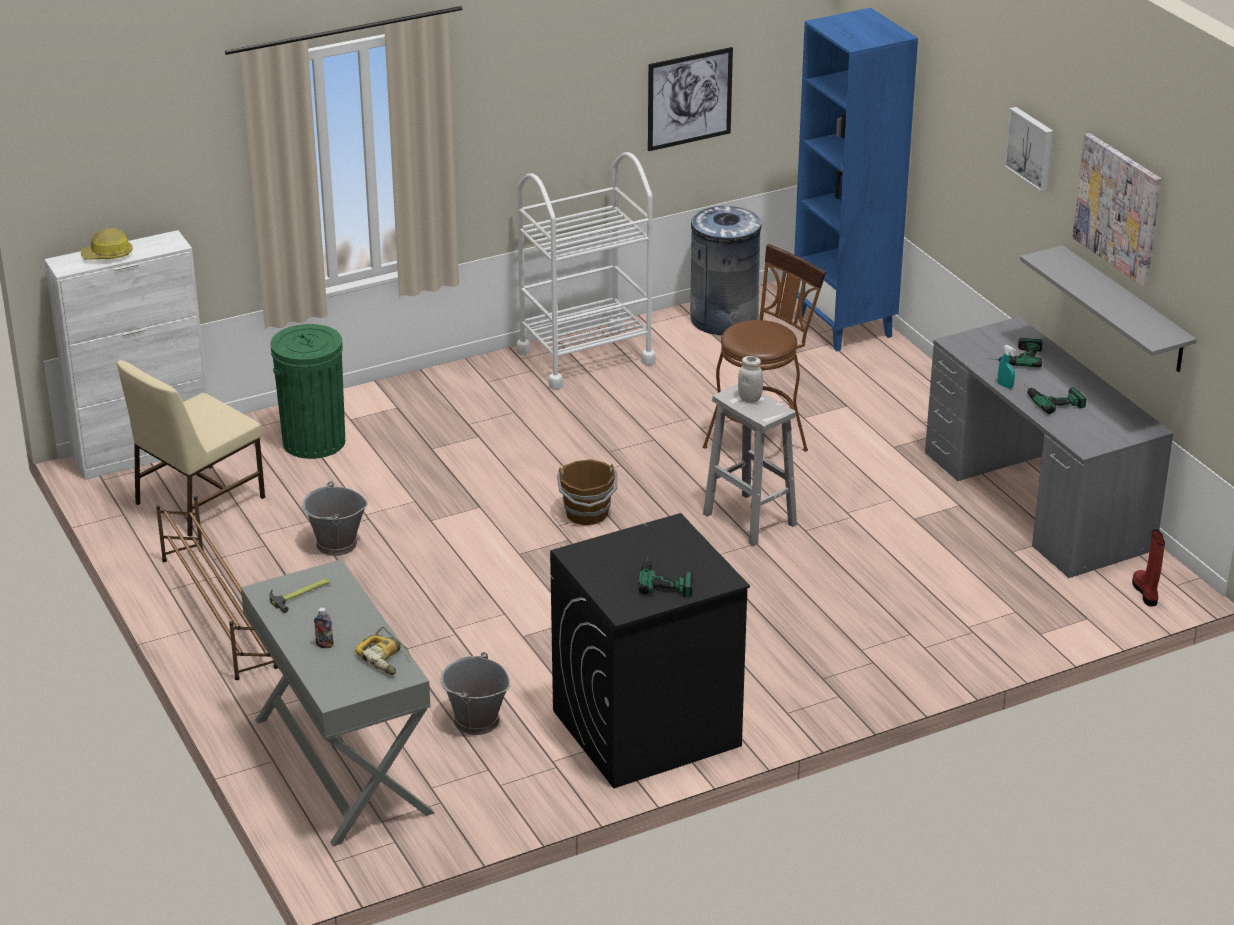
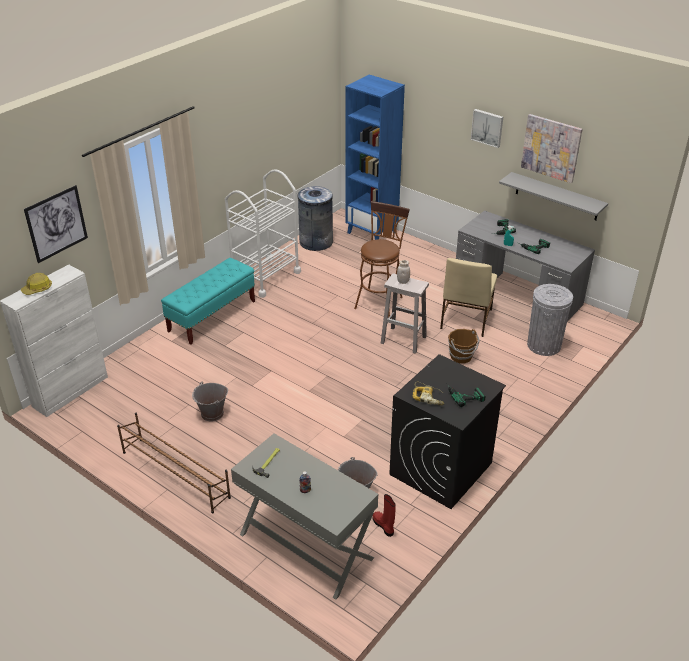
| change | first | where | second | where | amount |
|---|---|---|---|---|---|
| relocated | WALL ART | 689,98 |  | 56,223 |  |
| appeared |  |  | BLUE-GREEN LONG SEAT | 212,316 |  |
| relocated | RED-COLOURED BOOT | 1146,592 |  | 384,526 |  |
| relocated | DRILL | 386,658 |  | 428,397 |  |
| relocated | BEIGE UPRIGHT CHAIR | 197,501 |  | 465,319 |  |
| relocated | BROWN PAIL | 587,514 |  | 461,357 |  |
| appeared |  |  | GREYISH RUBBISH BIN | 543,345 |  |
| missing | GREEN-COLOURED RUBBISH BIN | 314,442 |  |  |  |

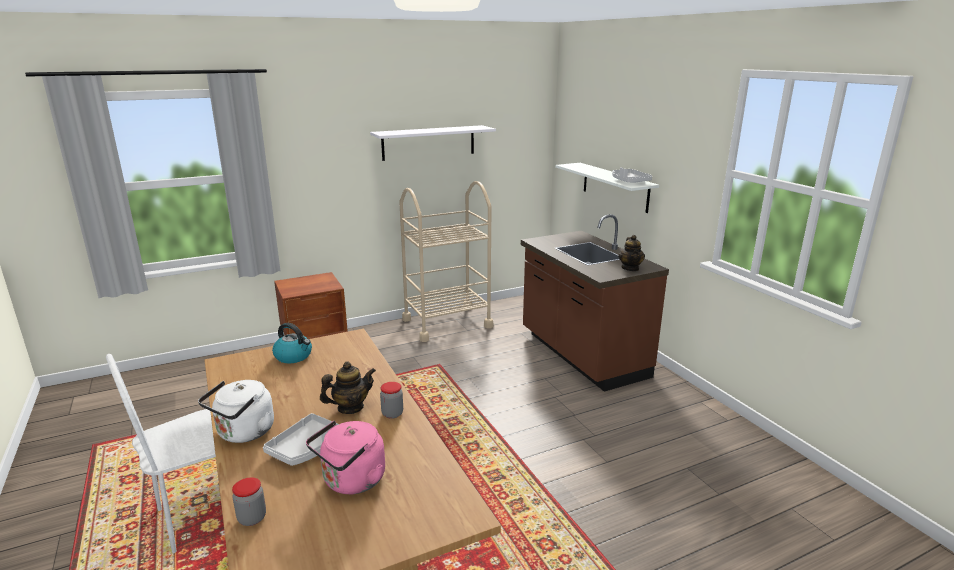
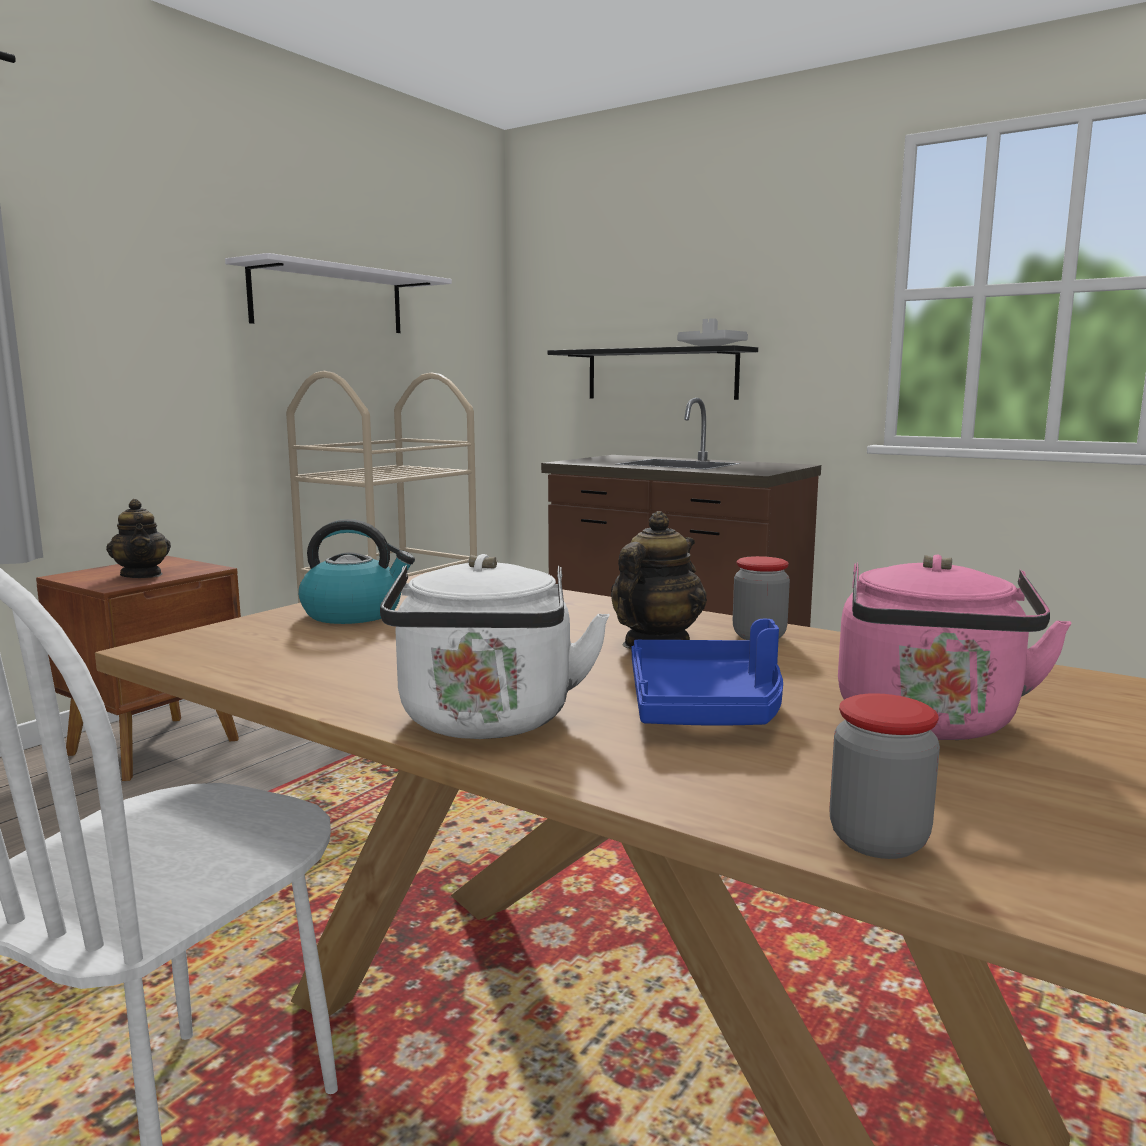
| change | first | where | second | where | amount |
|---|---|---|---|---|---|
| relocated | TEAPOT | 630,268 |  | 142,575 |  |
| colour | WHITE-COLOURED WALL SHELF | 615,187 | BLACKISH WALL SHELF | 661,374 |  |
| colour | GREYISH SERVING TRAY | 307,448 | BLUE-COLOURED SERVING TRAY | 706,707 |  |

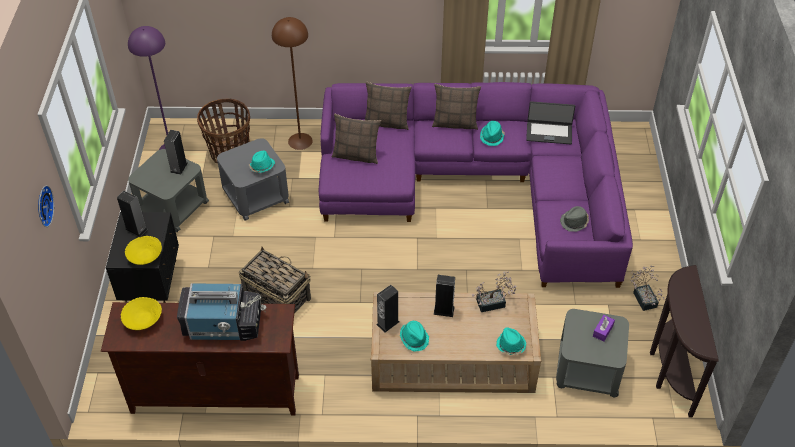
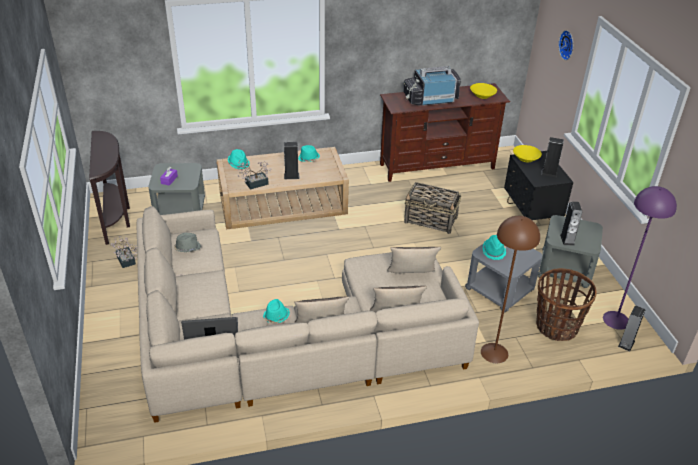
| change | first | where | second | where | amount |
|---|---|---|---|---|---|
| colour | PURPLE-COLOURED SOFA | 479,184 | BEIGE SOFA | 285,337 |  |
| relocated | SPEAKER | 388,323 |  | 626,343 |  |

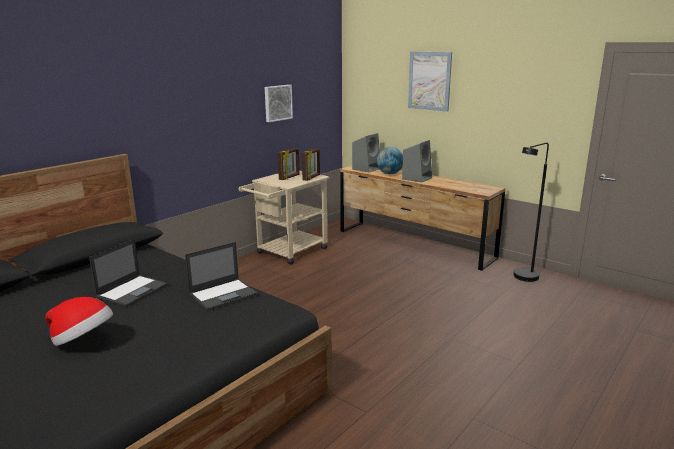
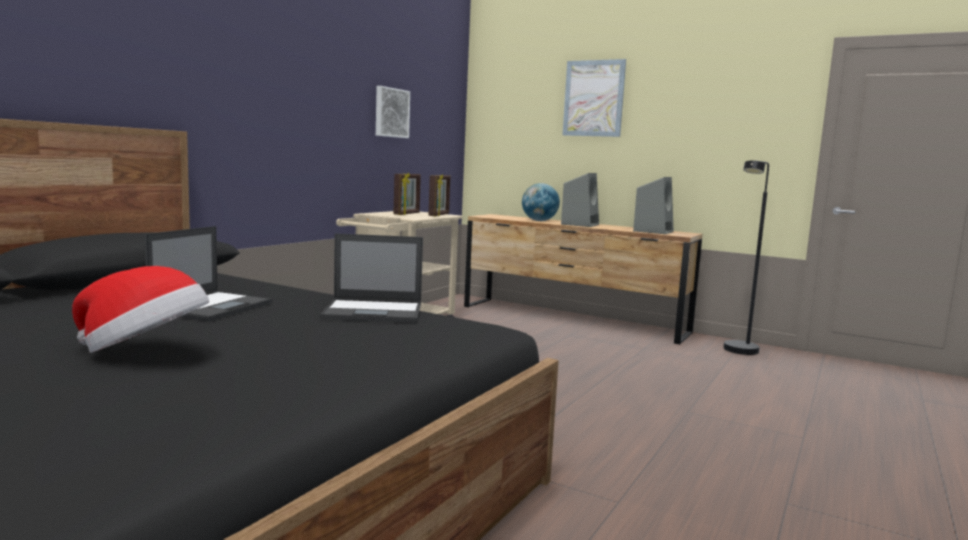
| change | first | where | second | where | amount |
|---|---|---|---|---|---|
| spun | PORTABLE COMPUTER | 224,294 |  | 374,312 | 45 degrees clockwise |
| relocated | GREYISH SPEAKER | 366,168 |  | 653,231 |  |

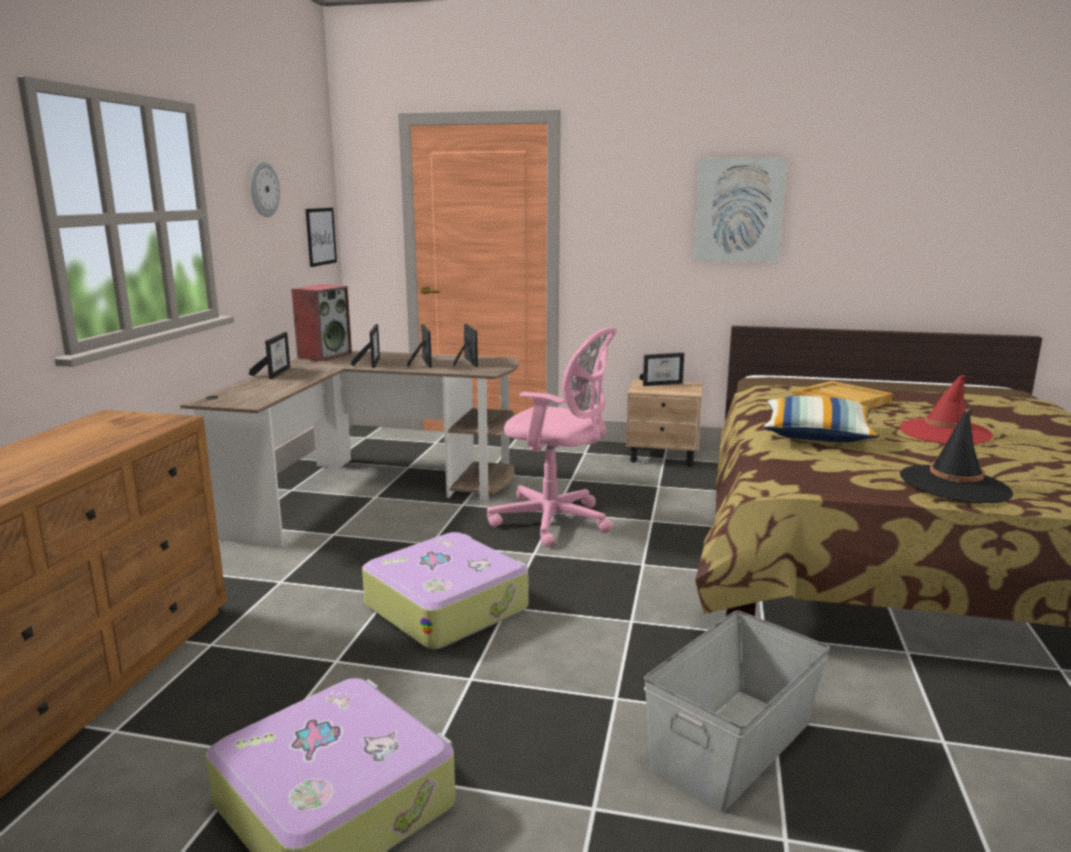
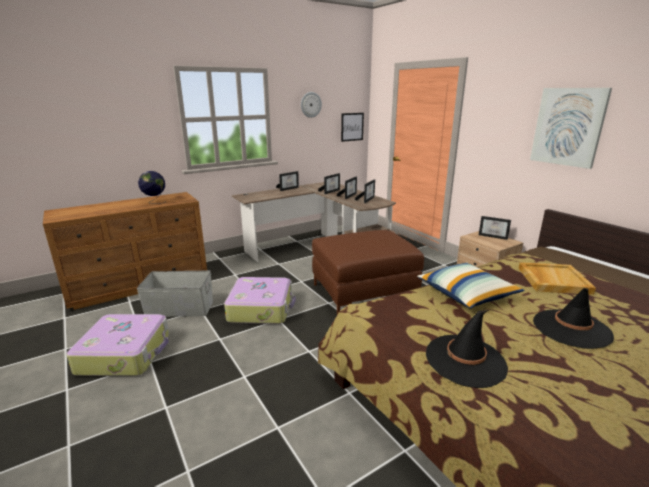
| change | first | where | second | where | amount |
|---|---|---|---|---|---|
| relocated | GREYISH STORAGE BIN | 731,745 |  | 179,308 |  |
| appeared |  |  | WORLD GLOBE | 155,202 |  |
| exchanged | PINKISH COMPUTER CHAIR | 555,522 | BROWN POUFFE | 364,293 |  |
| colour | RED-COLOURED CLOTHING HAT | 944,432 | BLACKISH CLOTHING HAT | 571,329 |  |
| missing | SPEAKER | 325,355 |  |  |  |

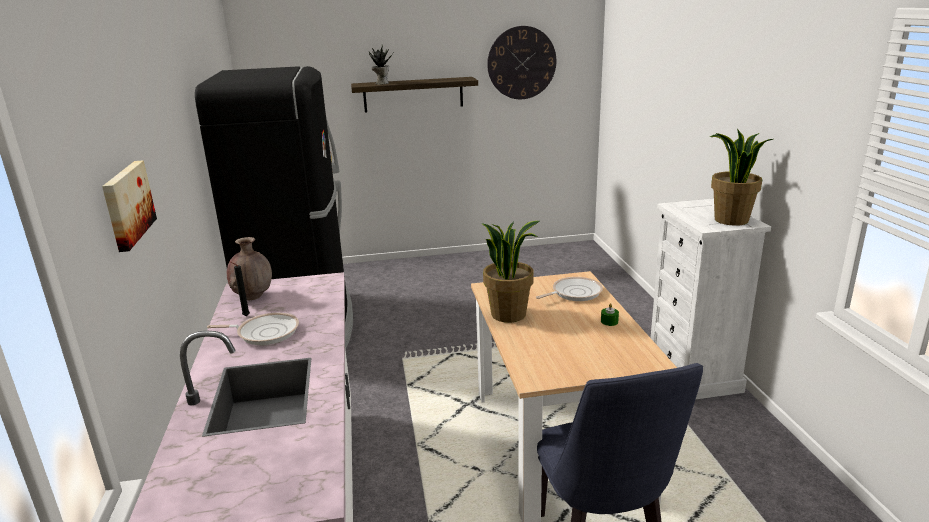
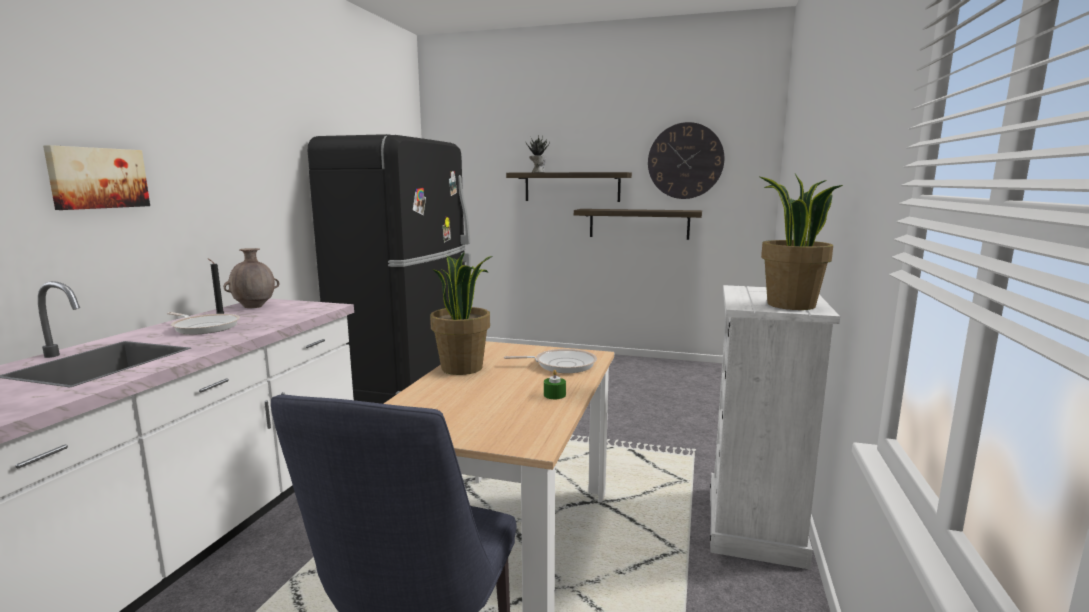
| change | first | where | second | where | amount |
|---|---|---|---|---|---|
| appeared |  |  | WALL SHELF | 638,223 |  |

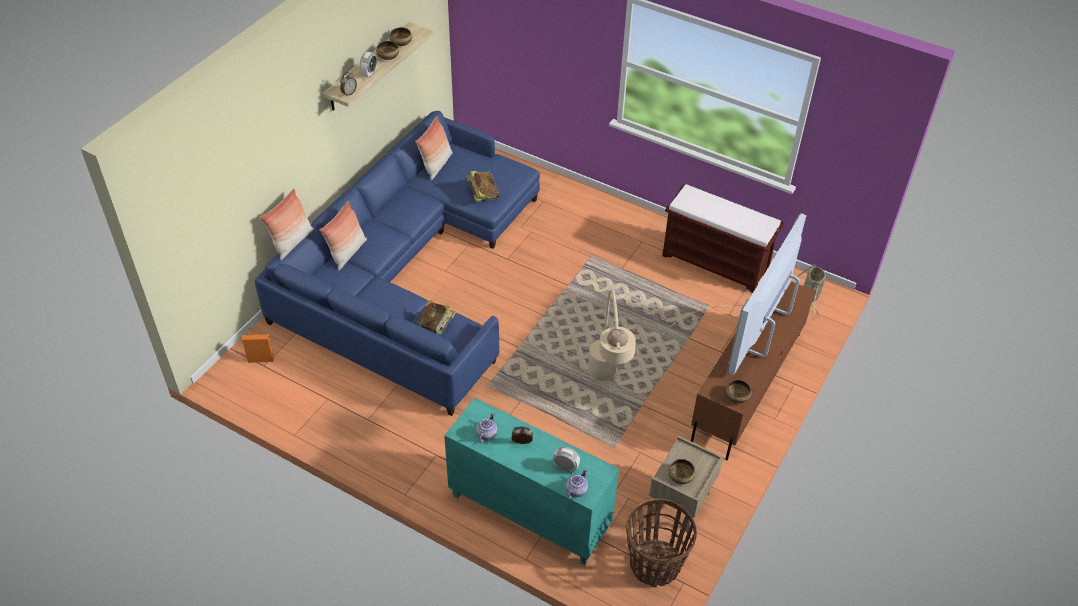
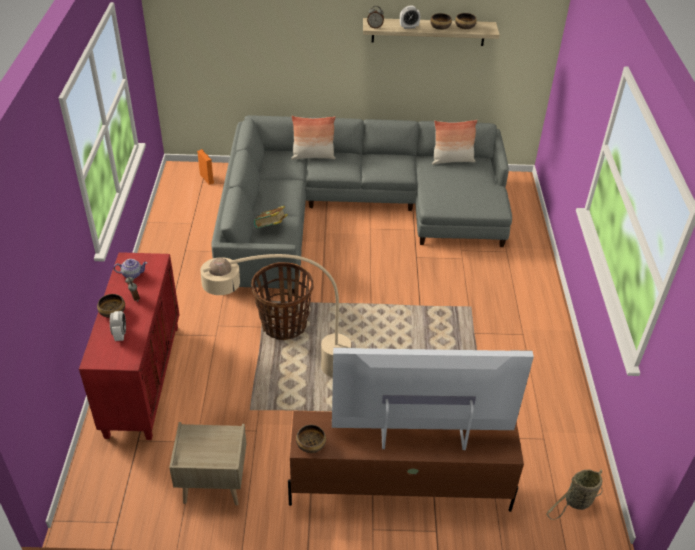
| change | first | where | second | where | amount |
|---|---|---|---|---|---|
| colour | BLUE-GREEN CABINET | 528,513 | RED-COLOURED CABINET | 142,378 |  |
| relocated | BOWL | 681,476 |  | 112,312 |  |
| colour | BLUE-COLOURED SOFA | 409,272 | GREYISH SOFA | 351,211 |  |
| relocated | BASKET | 655,564 |  | 284,325 |  |
| missing | PILLOW | 292,242 |  |  |  |
| missing | BOOK | 483,195 |  |  |  |
| missing | TEAPOT | 576,490 |  |  |  |
| missing | BROWN LONG SEAT | 716,263 |  |  |  |

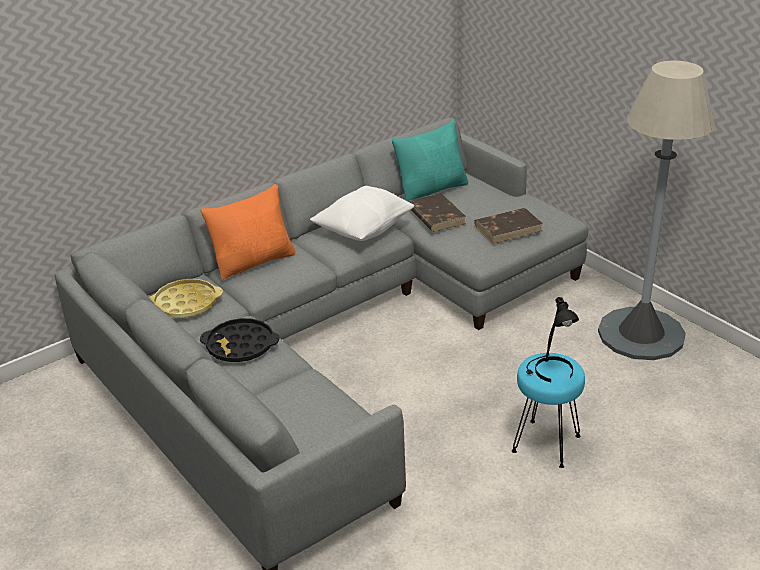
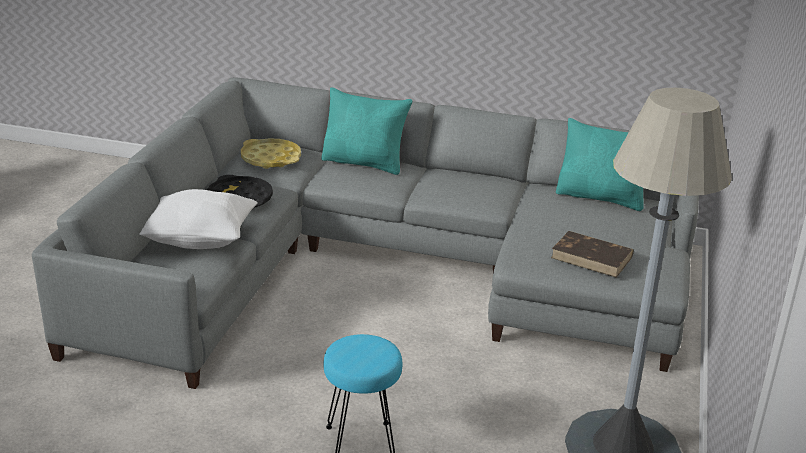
| change | first | where | second | where | amount |
|---|---|---|---|---|---|
| relocated | WHITE-COLOURED PILLOW | 364,230 |  | 201,240 |  |
| colour | ORANGEY PILLOW | 254,262 | BLUE-GREEN PILLOW | 364,163 |  |
| missing | BROWN BOOK | 435,215 |  |  |  |
| missing | BLACKISH LAMP FOR A TABLE | 551,371 |  |  |  |

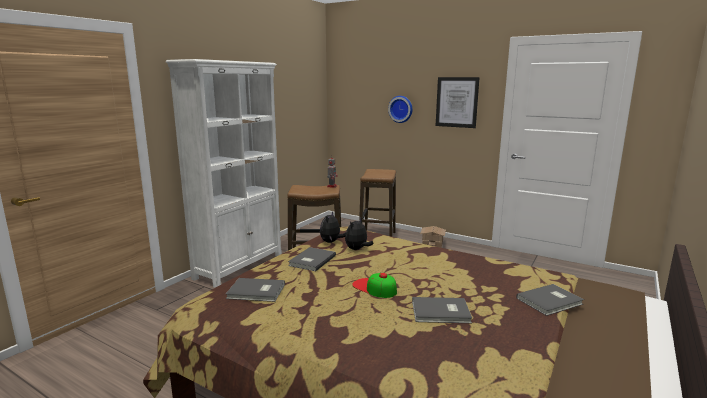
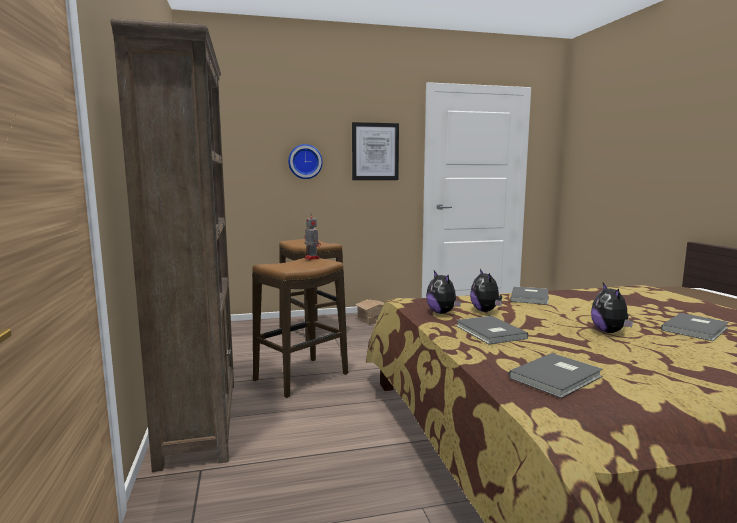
| change | first | where | second | where | amount |
|---|---|---|---|---|---|
| colour | WHITE-COLOURED SHELVING UNIT | 240,266 | BROWN SHELVING UNIT | 200,420 |  |
| relocated | GREYISH BOOK | 551,301 |  | 531,297 |  |
| exchanged | CAP | 374,288 | PLUSH TOY | 609,332 |  |

